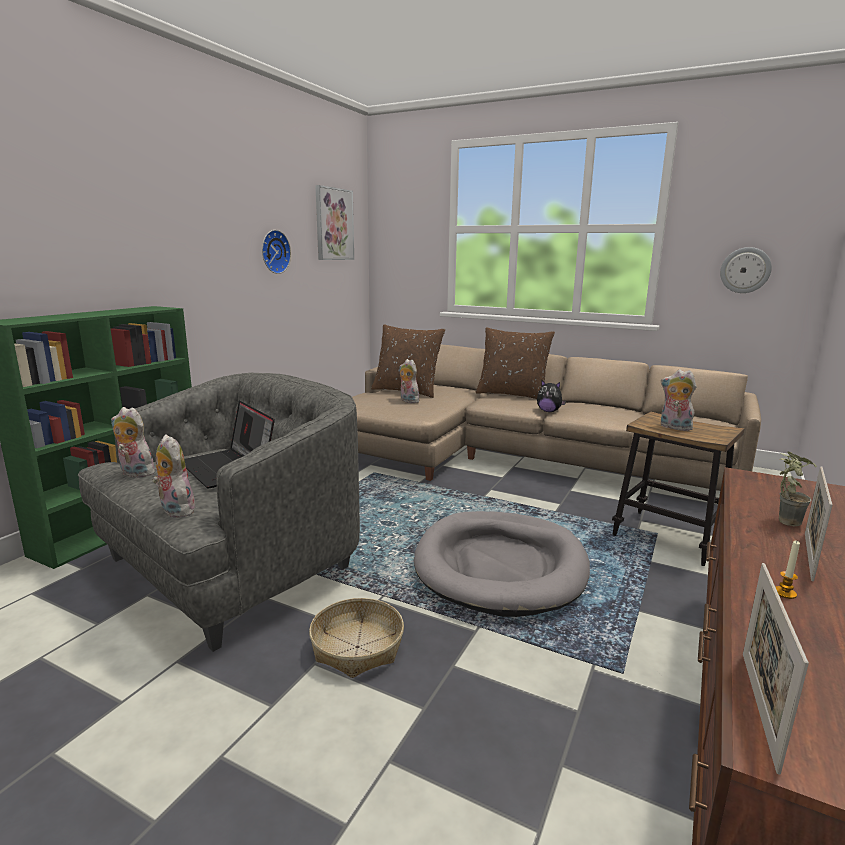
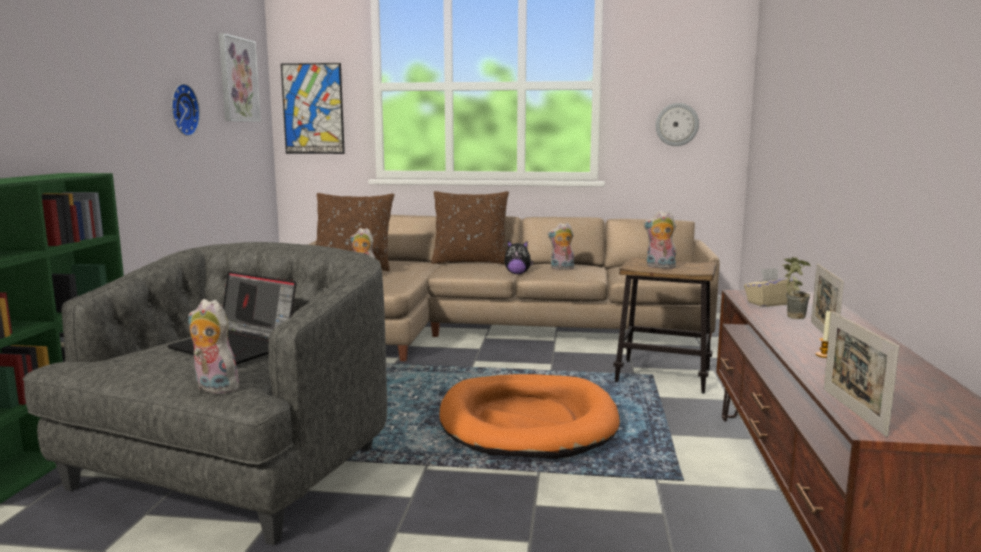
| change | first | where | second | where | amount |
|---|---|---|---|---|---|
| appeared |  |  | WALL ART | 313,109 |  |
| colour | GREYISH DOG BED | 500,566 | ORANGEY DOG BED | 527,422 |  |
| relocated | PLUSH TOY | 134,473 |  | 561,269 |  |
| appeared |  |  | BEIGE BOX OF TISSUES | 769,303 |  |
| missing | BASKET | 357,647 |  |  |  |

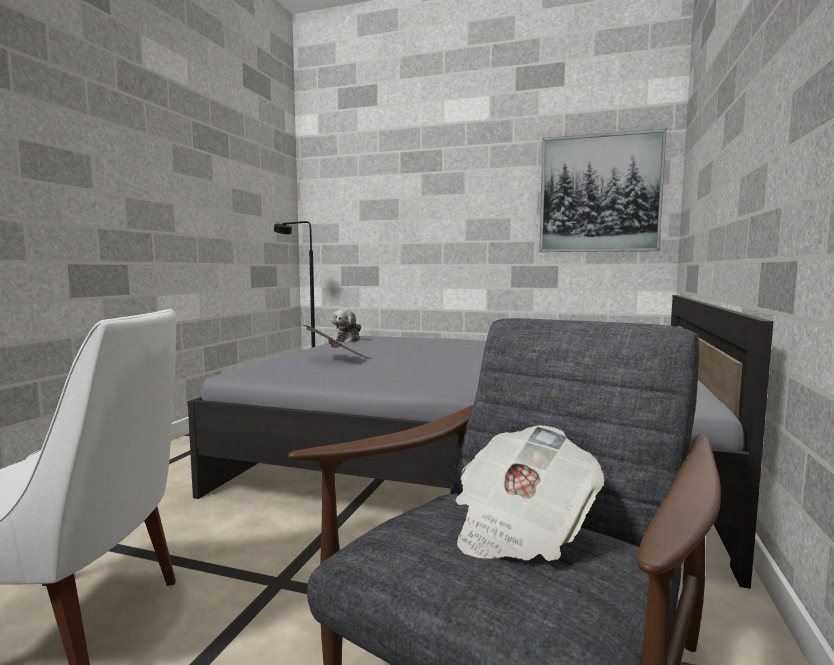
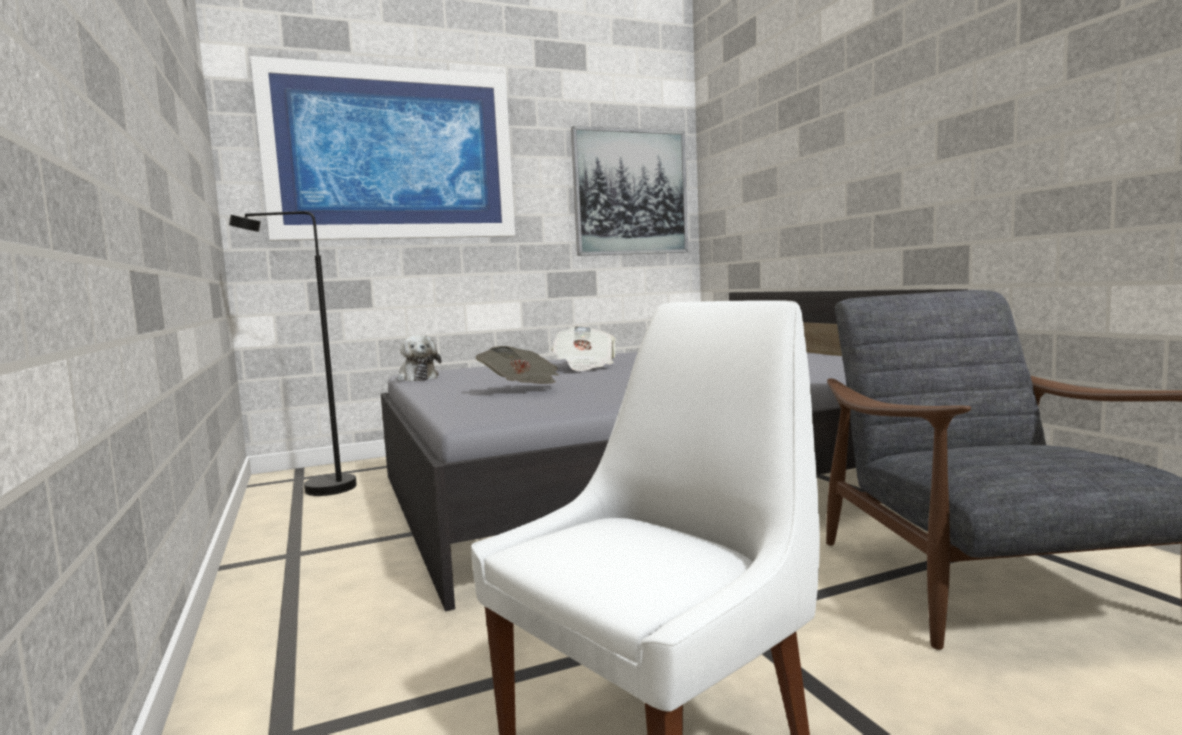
| change | first | where | second | where | amount |
|---|---|---|---|---|---|
| appeared |  |  | WALL ART | 392,154 |  |
| relocated | PRINTED PAPER | 520,528 |  | 585,366 |  |

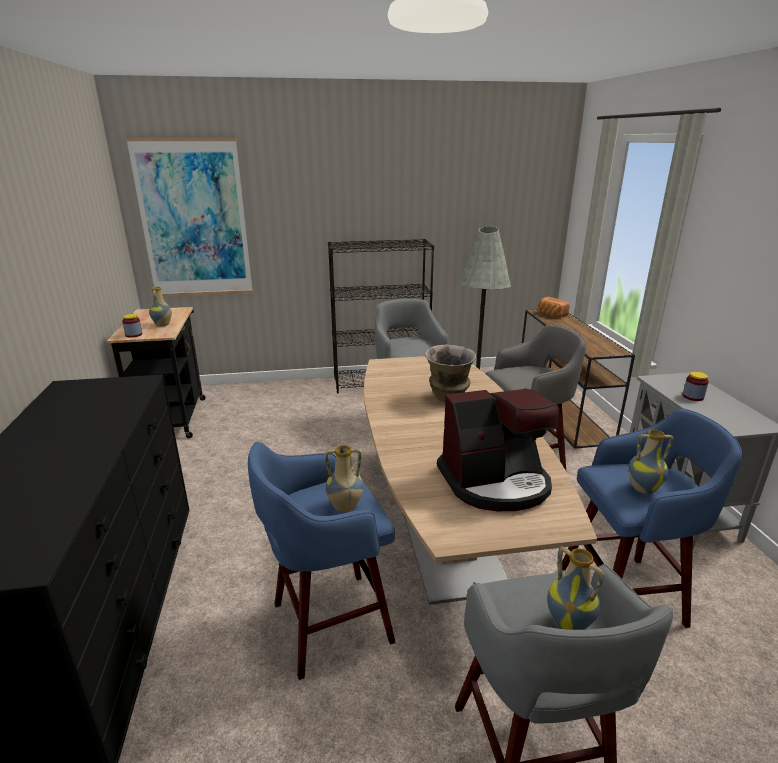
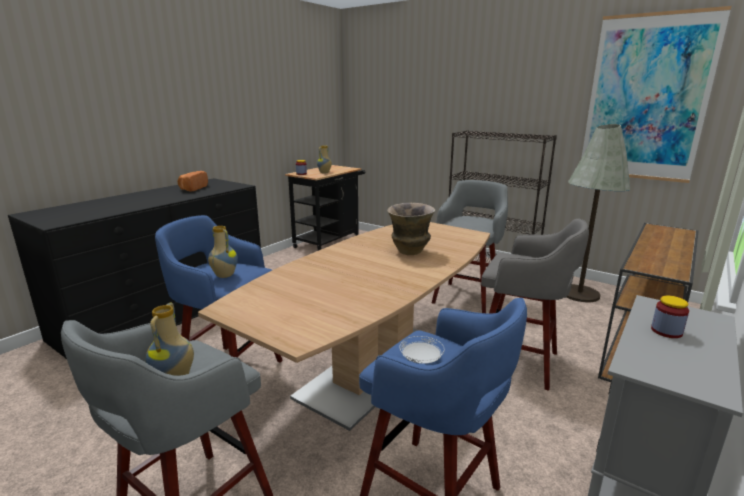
| change | first | where | second | where | amount |
|---|---|---|---|---|---|
| relocated | BAKERY BREAD | 550,314 |  | 192,188 |  |
| exchanged | DECORATIVE VASE | 643,488 | WHITE-COLOURED DINNER PLATE | 421,360 |  |
| relocated | WALL ART | 194,220 |  | 646,99 |  |
| missing | COFFEE BREWER | 495,482 |  |  |  |

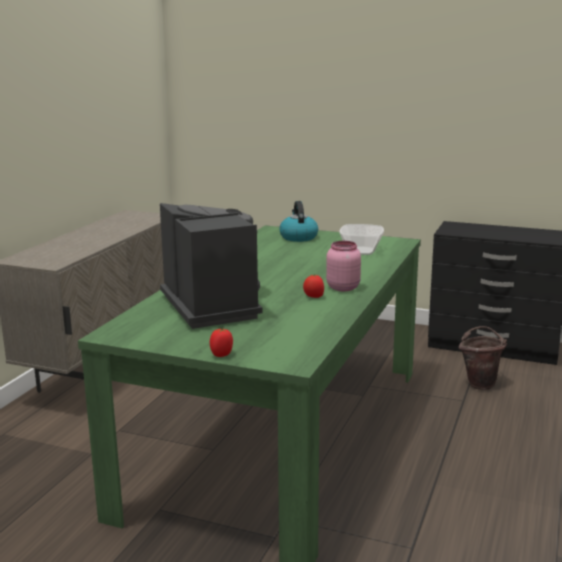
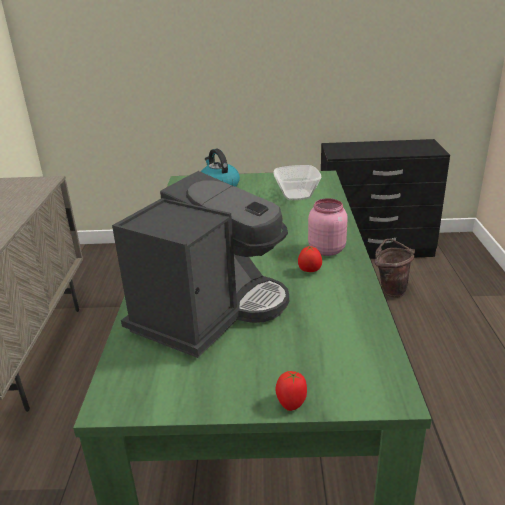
| change | first | where | second | where | amount |
|---|---|---|---|---|---|
| spun | COFFEE BREWER | 213,306 |  | 209,311 | 75 degrees clockwise |

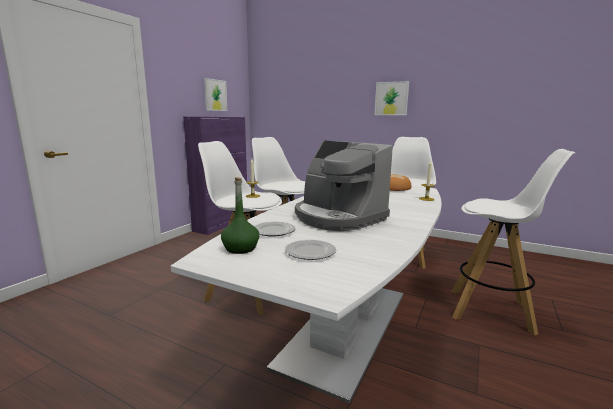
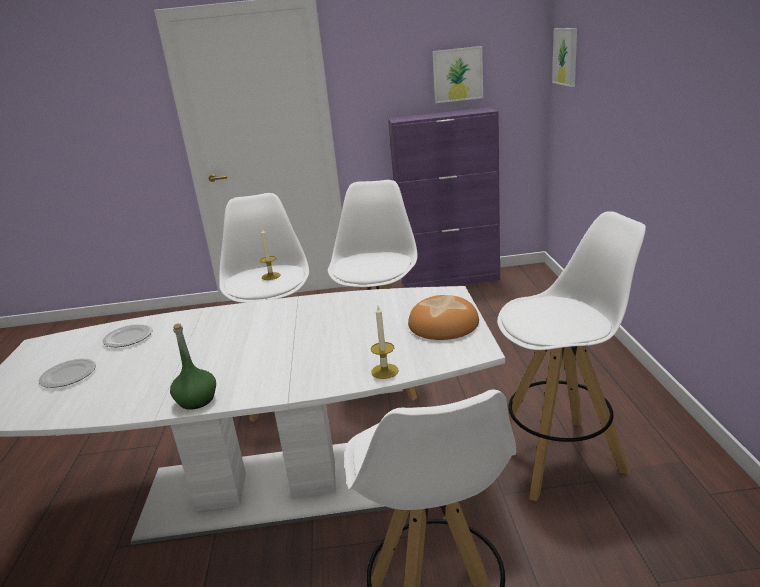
| change | first | where | second | where | amount |
|---|---|---|---|---|---|
| relocated | GREEN-COLOURED DRINK BOTTLE | 241,248 |  | 197,400 |  |
| relocated | WALL ART | 391,98 |  | 565,56 |  |
| missing | COFFEE BREWER | 337,217 |  |  |  |

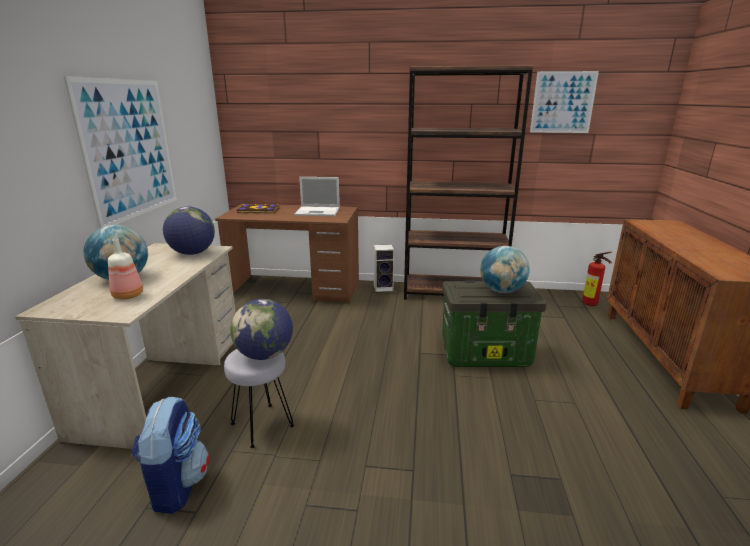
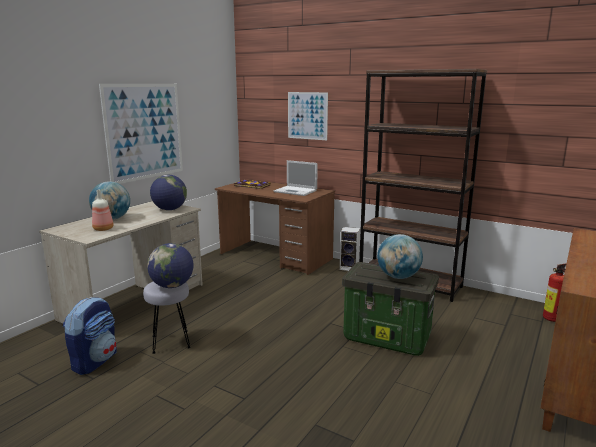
| change | first | where | second | where | amount |
|---|---|---|---|---|---|
| relocated | WALL ART | 563,102 |  | 307,115 |  |

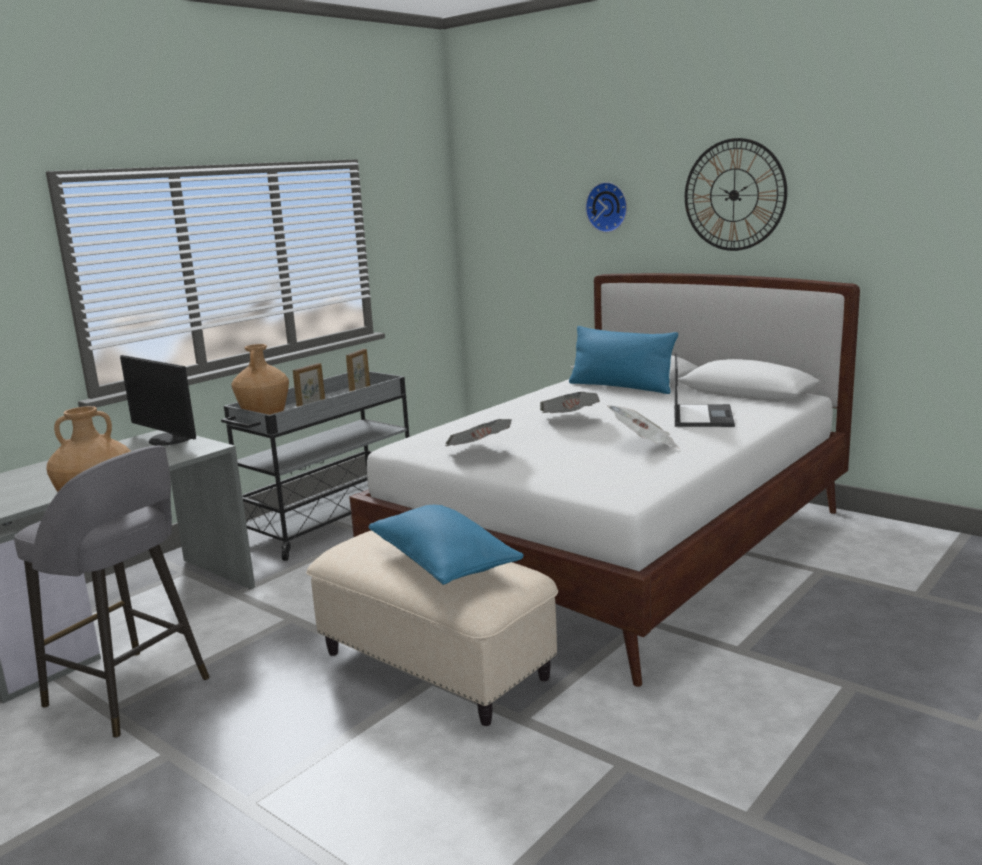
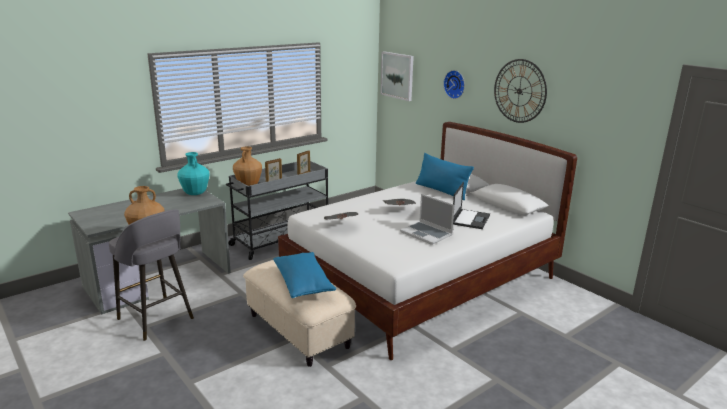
| change | first | where | second | where | amount |
|---|---|---|---|---|---|
| exchanged | MONITOR | 168,440 | BLUE-GREEN DECORATIVE VASE | 195,193 |  |
| appeared |  |  | WALL ART | 397,75 |  |
| exchanged | PRINTED PAPER | 644,445 | PORTABLE COMPUTER | 427,234 |  |

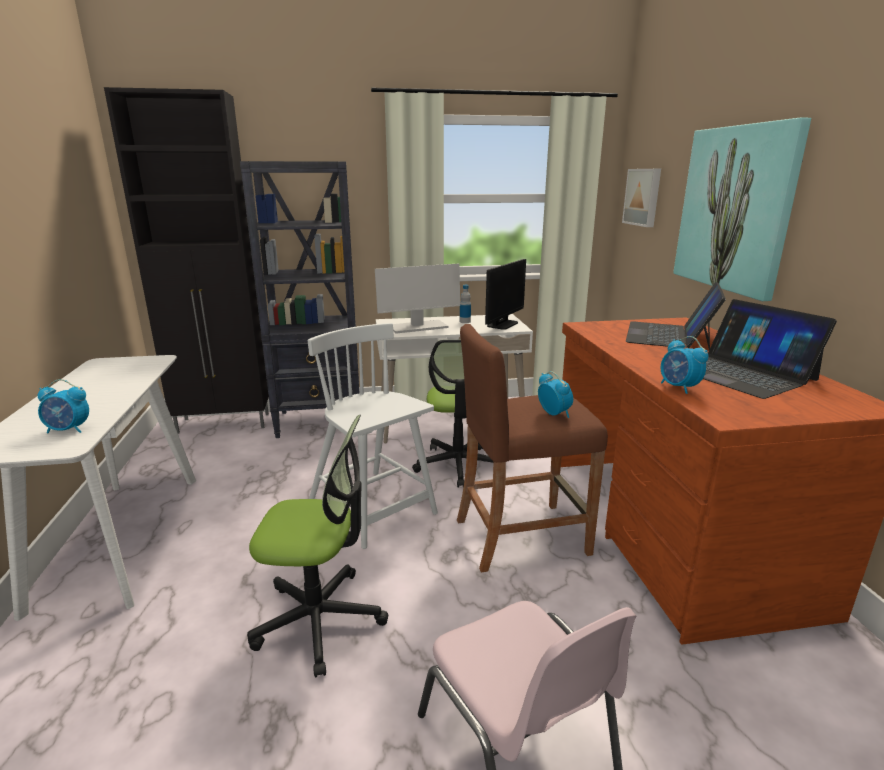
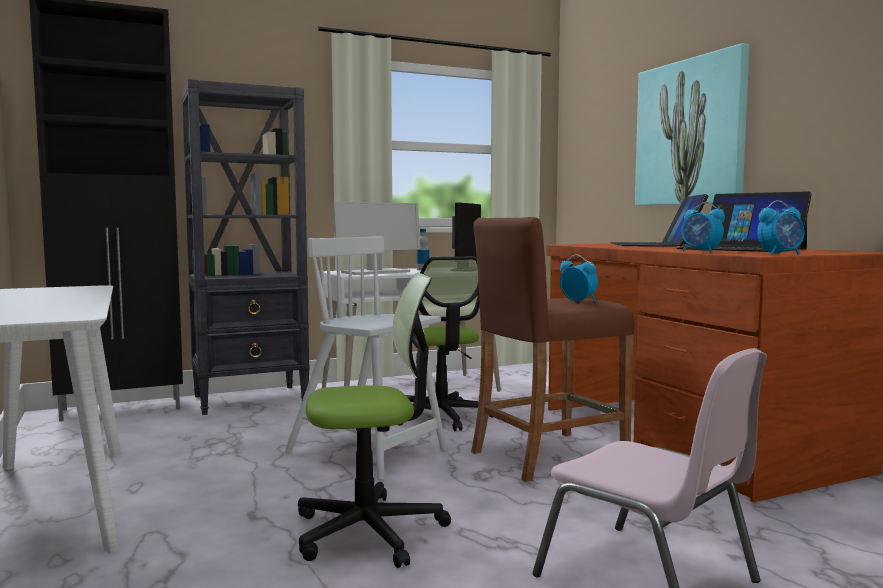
| change | first | where | second | where | amount |
|---|---|---|---|---|---|
| relocated | BEDSIDE CLOCK | 68,430 |  | 780,254 |  |
| missing | WALL ART | 643,197 |  |  |  |

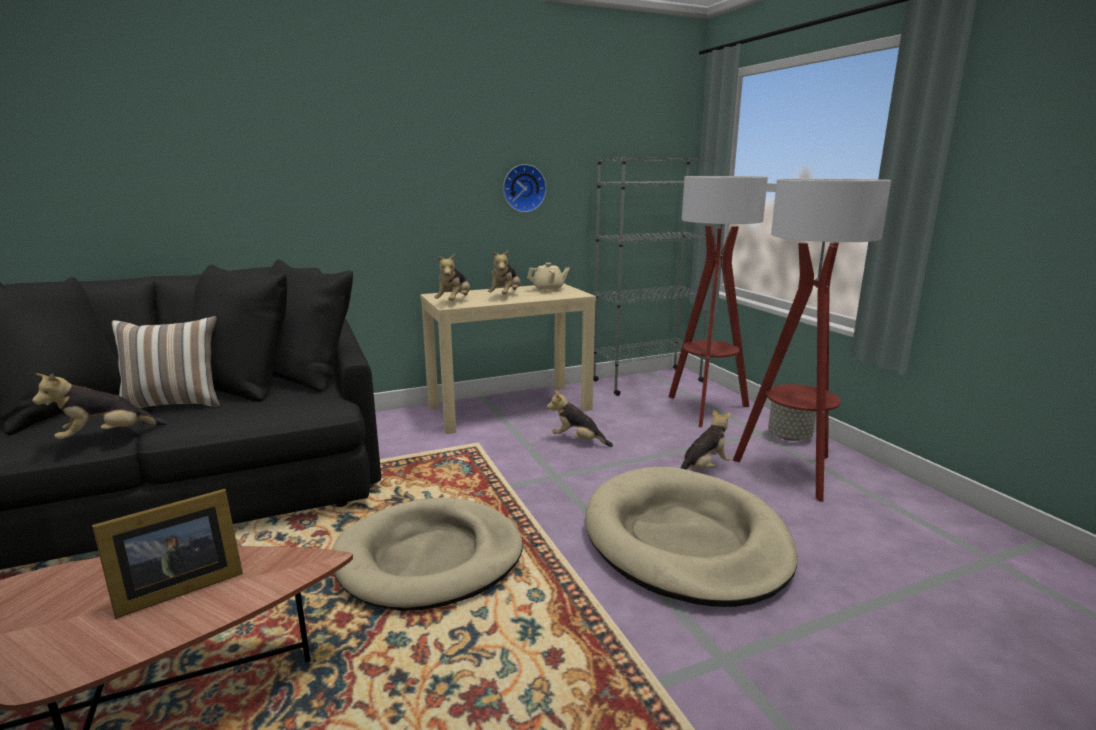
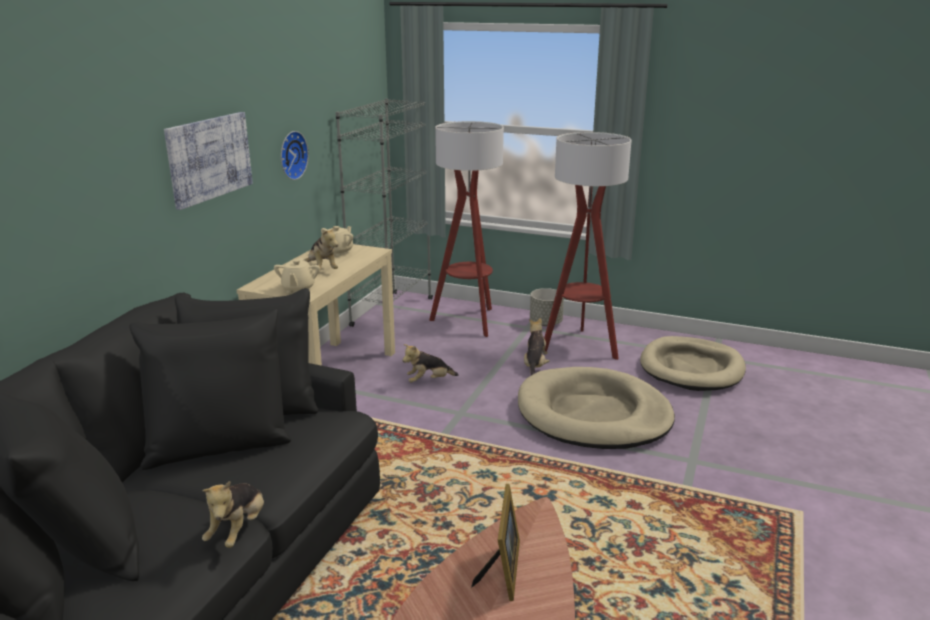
| change | first | where | second | where | amount |
|---|---|---|---|---|---|
| appeared |  |  | WALL ART | 209,158 |  |
| exchanged | PLUSH TOY | 454,302 | BEIGE TEAPOT | 298,289 |  |
| relocated | BEIGE DOG BED | 430,558 |  | 691,368 |  |
| missing | PILLOW | 175,403 |  |  |  |

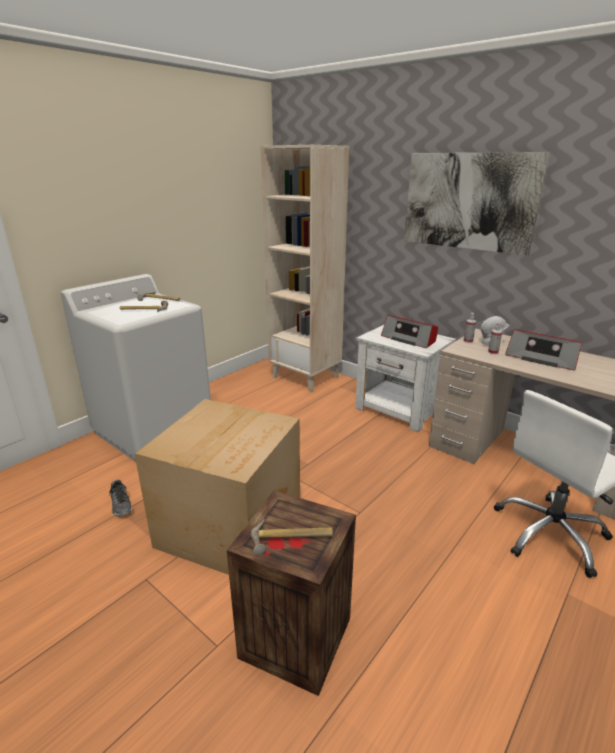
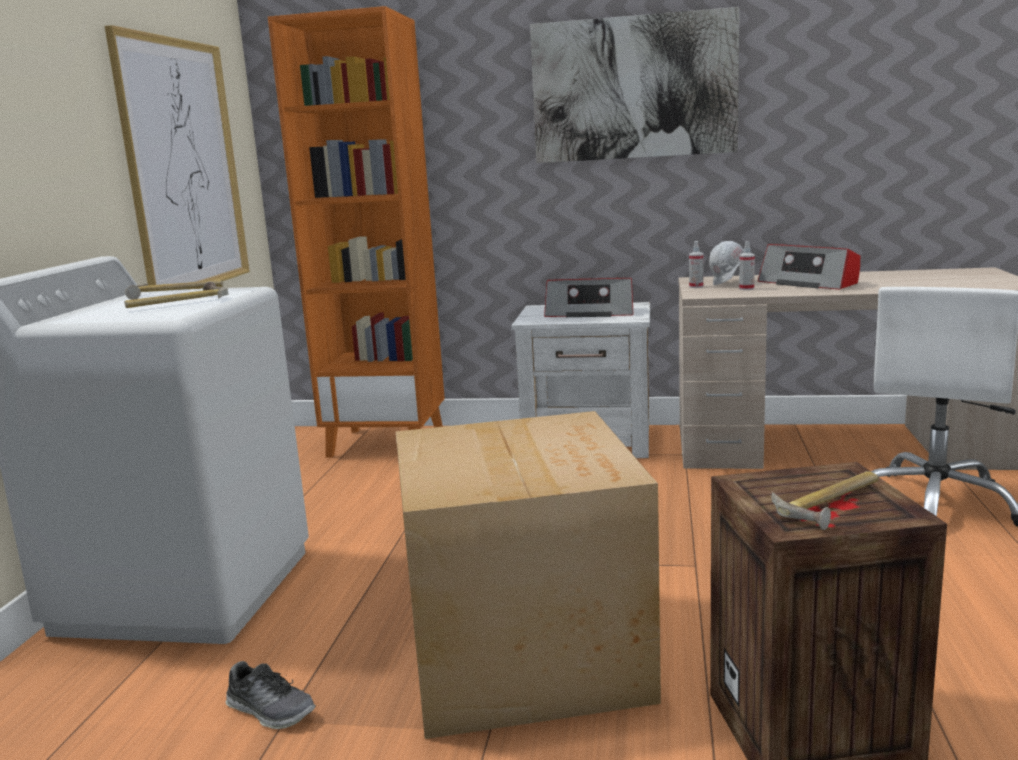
| change | first | where | second | where | amount |
|---|---|---|---|---|---|
| appeared |  |  | WALL ART | 183,166 |  |
| colour | BEIGE SHELVING UNIT | 306,377 | ORANGEY SHELVING UNIT | 387,443 |  |
| spun | RADIO RECEIVER | 542,358 |  | 809,283 | 45 degrees clockwise |

